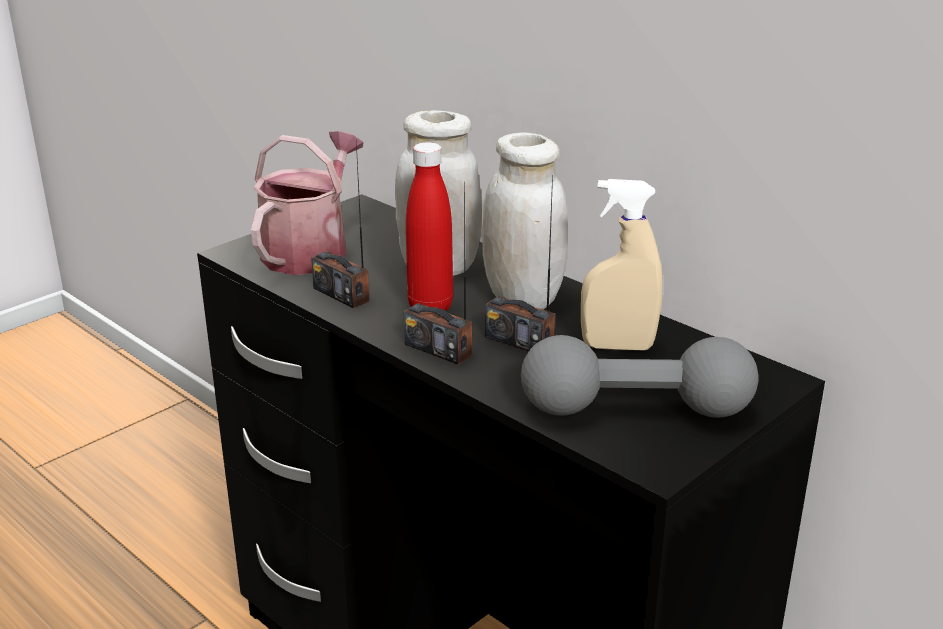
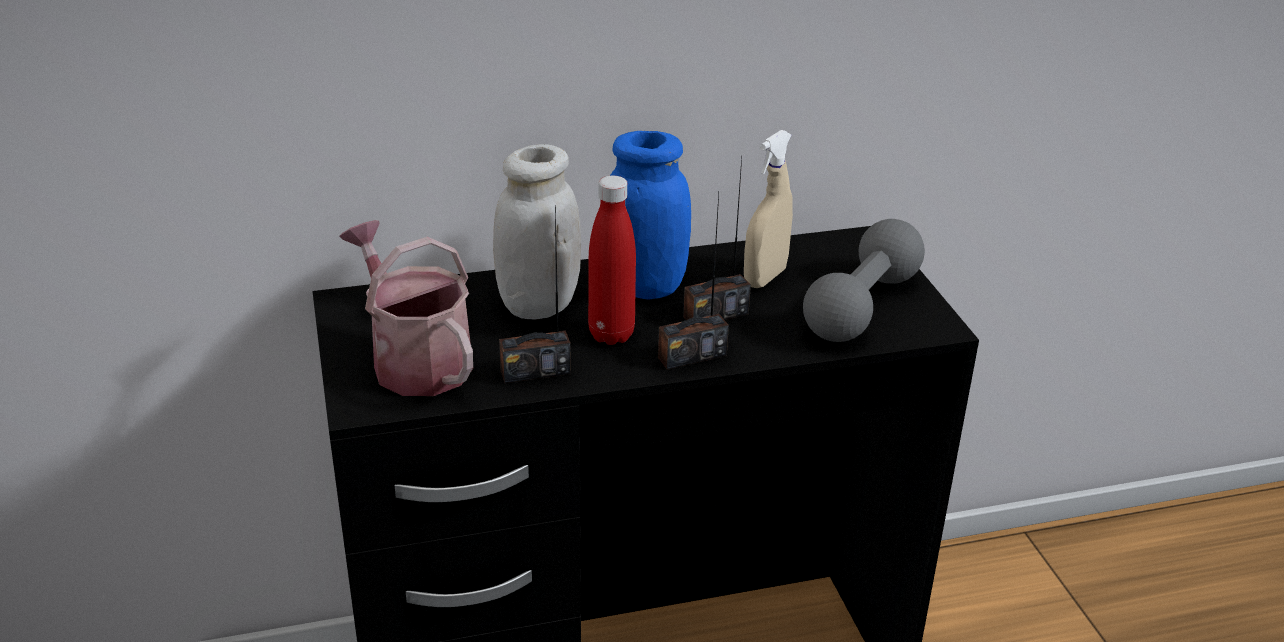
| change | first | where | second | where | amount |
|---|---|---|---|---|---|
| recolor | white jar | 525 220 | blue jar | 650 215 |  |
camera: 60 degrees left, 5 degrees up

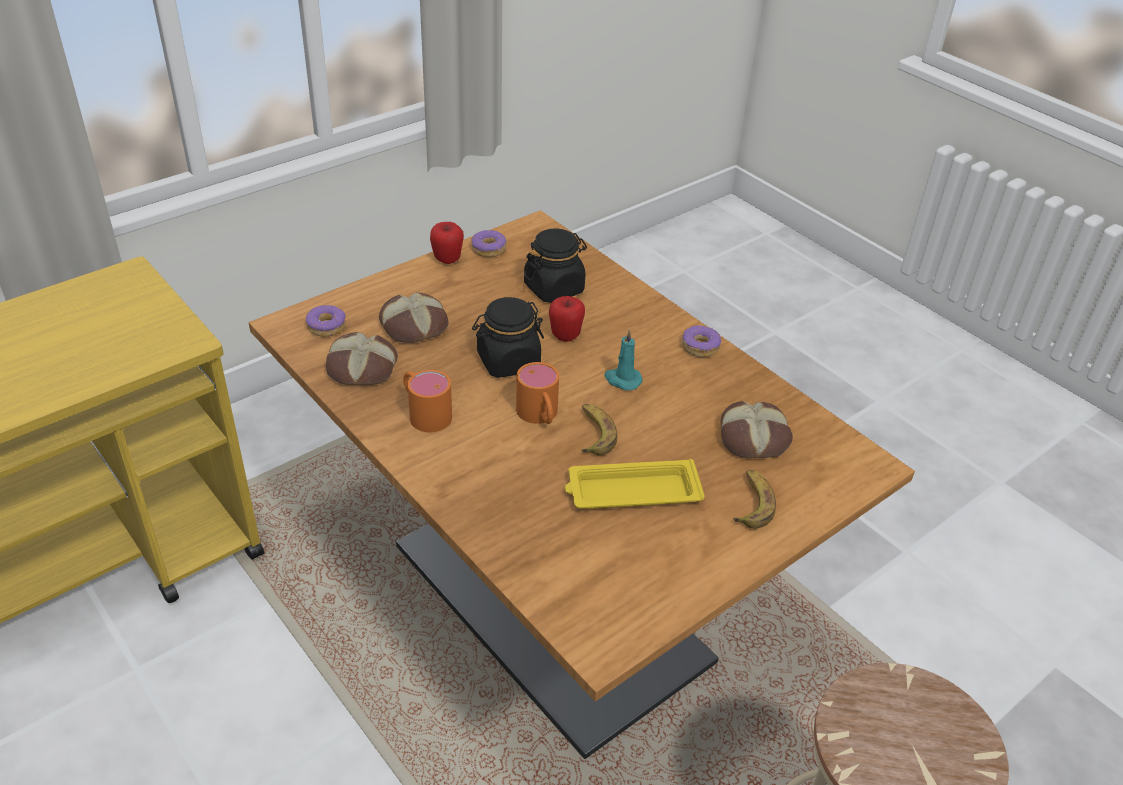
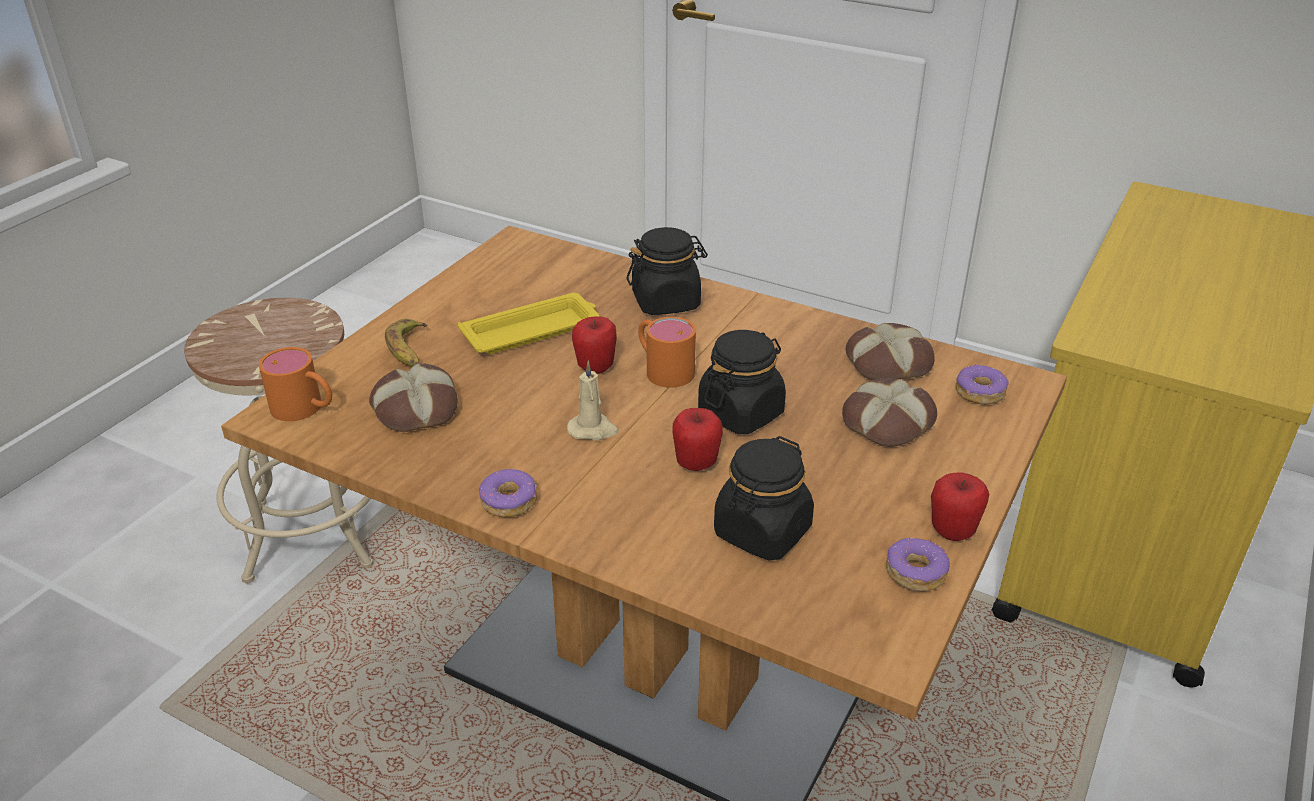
| change | first | where | second | where | amount |
|---|---|---|---|---|---|
| insert |  |  | black jar | 667 271 |  |
| move | orange mug | 427 401 |  | 295 384 |  |
| replace | banana | 599 430 | apple | 594 345 |  |
| recolor | turquoise candle | 623 359 | beige candle | 593 400 |  |
camera: 160 degrees right, 5 degrees down

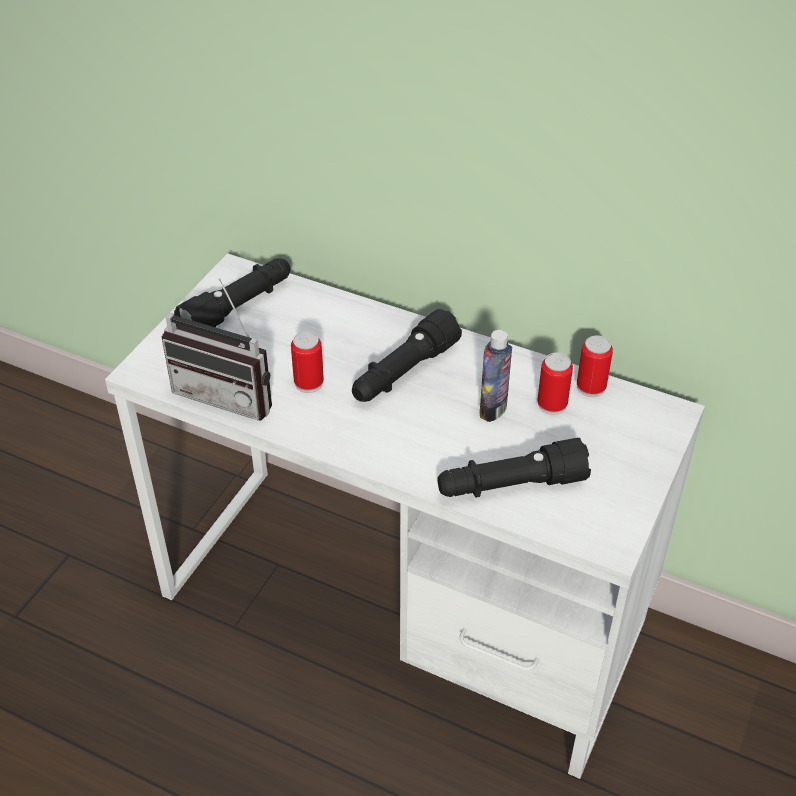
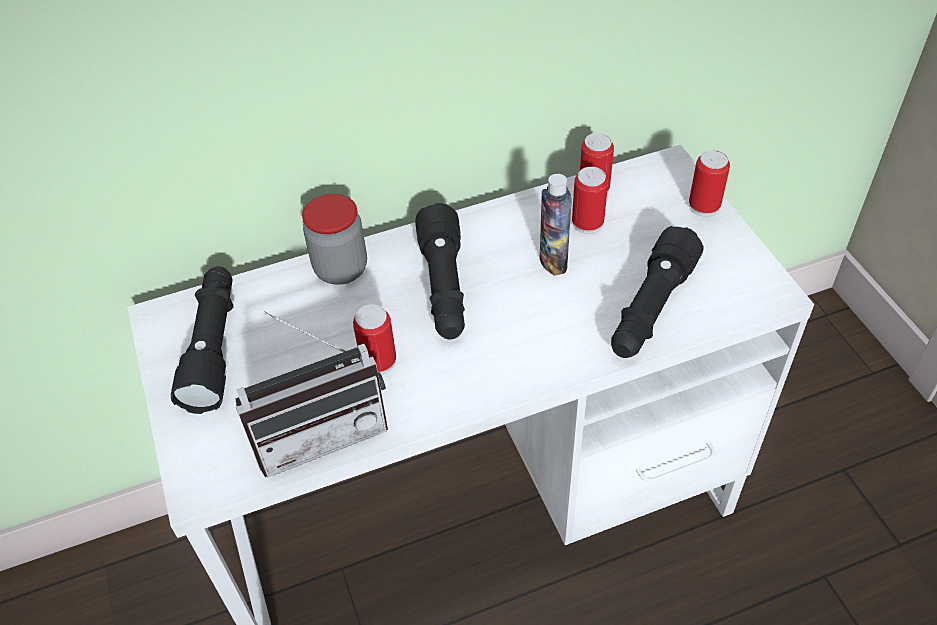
| change | first | where | second | where | amount |
|---|---|---|---|---|---|
| insert |  |  | jar | 334 239 |  |
| insert |  |  | can | 709 183 |  |
camera: 45 degrees left, 5 degrees up

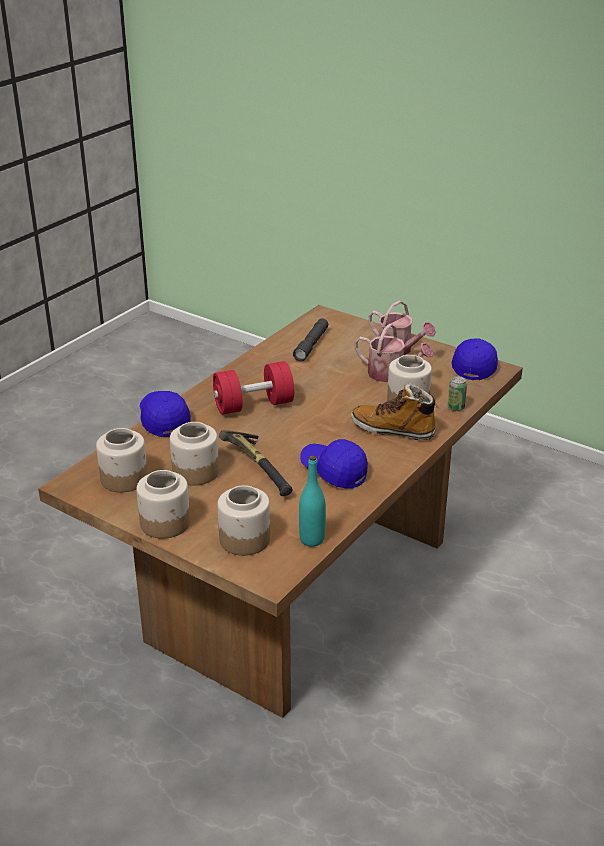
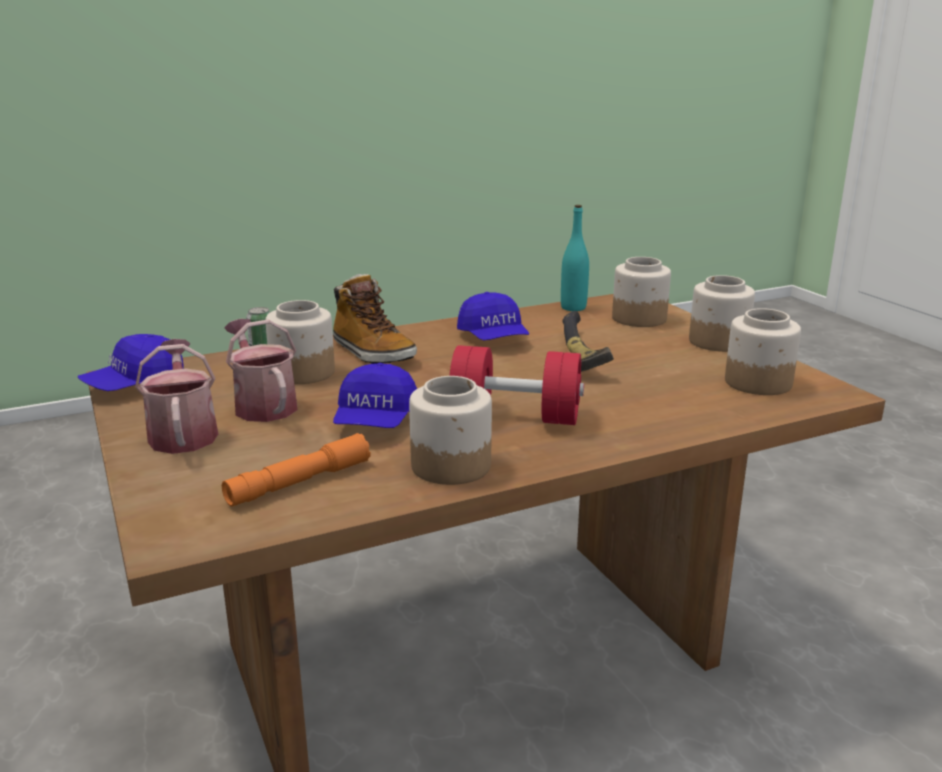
| change | first | where | second | where | amount |
|---|---|---|---|---|---|
| move | blue cap | 165 414 |  | 375 395 |  |
| move | jar | 194 454 |  | 450 430 |  |
| recolor | grey flashlight | 310 340 | orange flashlight | 296 470 |  |
camera: 150 degrees left, 10 degrees down

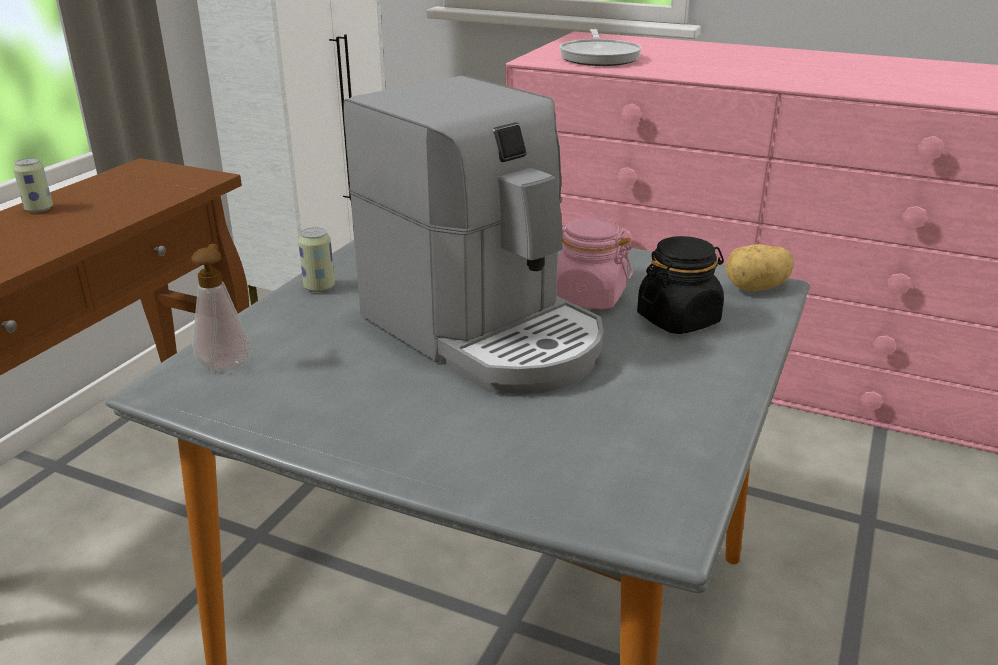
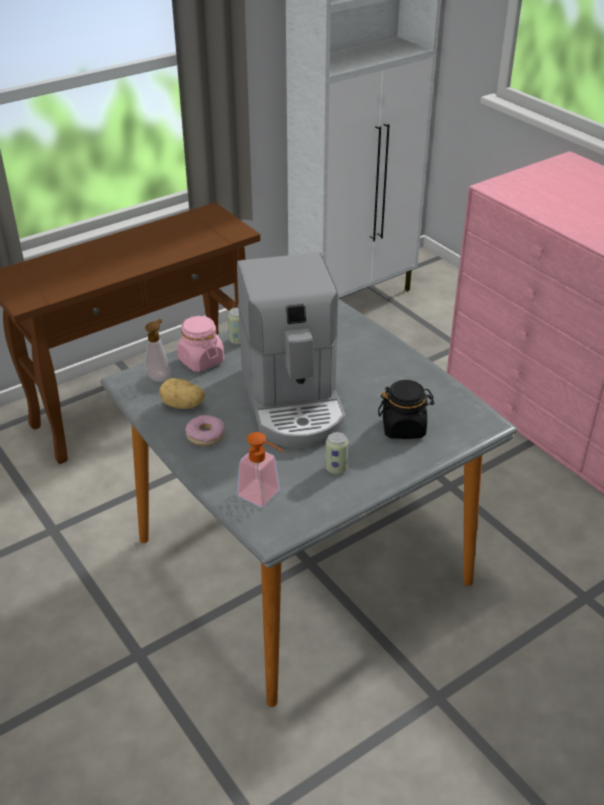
| change | first | where | second | where | amount |
|---|---|---|---|---|---|
| delete | frying pan | 600 47 |  |  |  |
| insert |  |  | donut | 205 430 |  |
| insert |  |  | soap dispenser | 260 469 |  |
| move | can | 33 185 |  | 336 453 |  |
| move | pink jar | 595 263 |  | 200 344 |  |
| move | potato | 759 267 |  | 182 393 |  |
camera: 30 degrees right, 10 degrees up

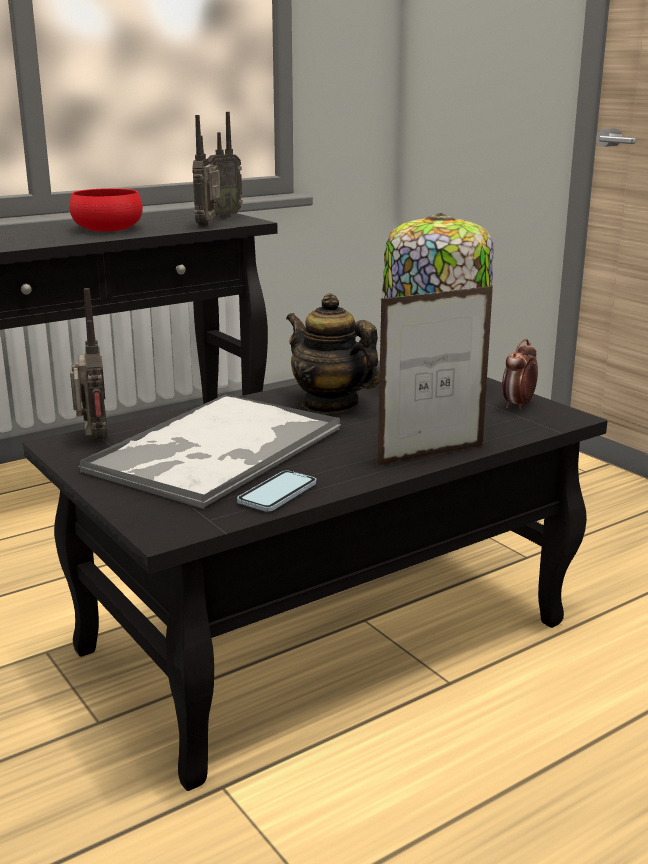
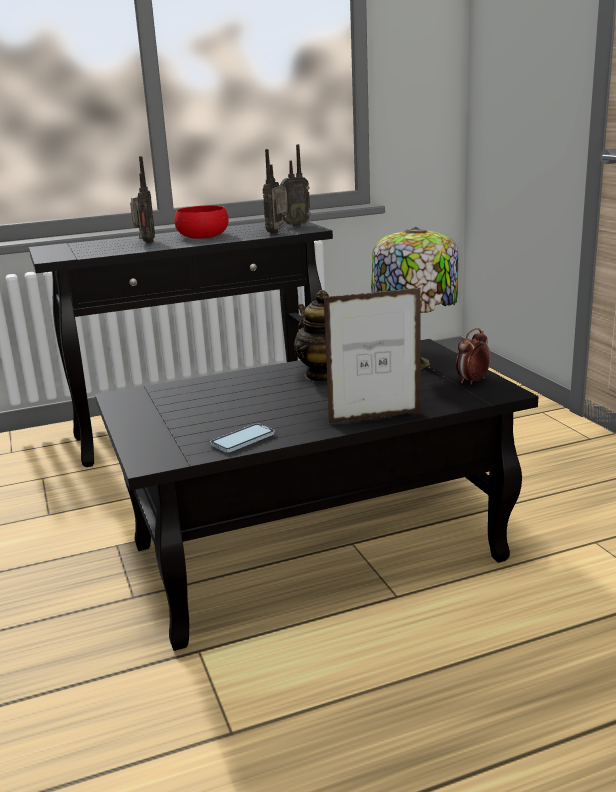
| change | first | where | second | where | amount |
|---|---|---|---|---|---|
| delete | tray | 209 451 |  |  |  |
| move | radio | 88 364 |  | 142 199 |  |
camera: 15 degrees right, 0 degrees up

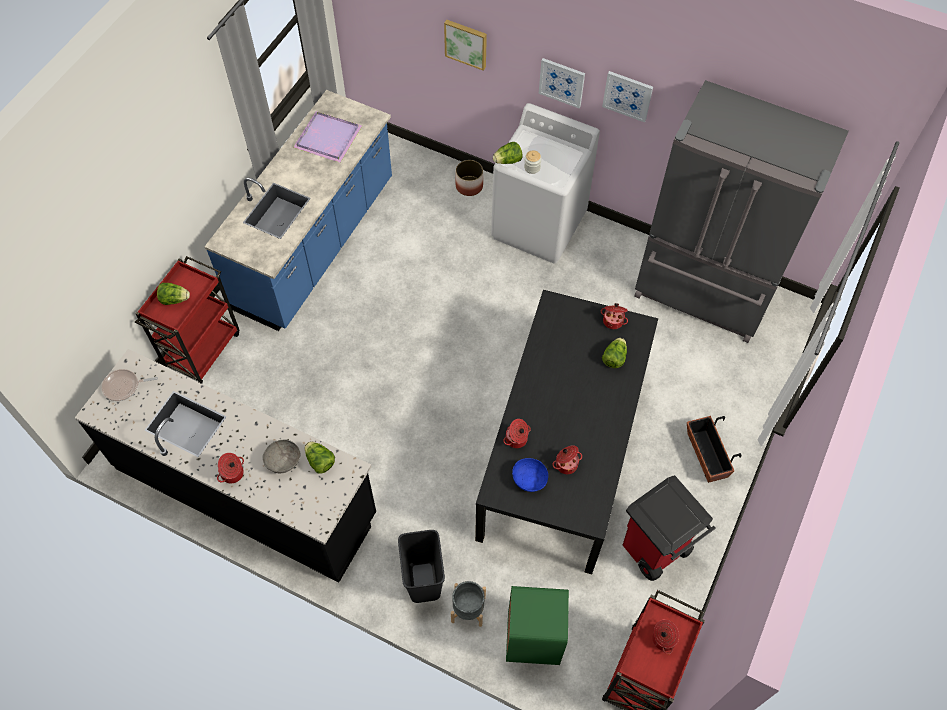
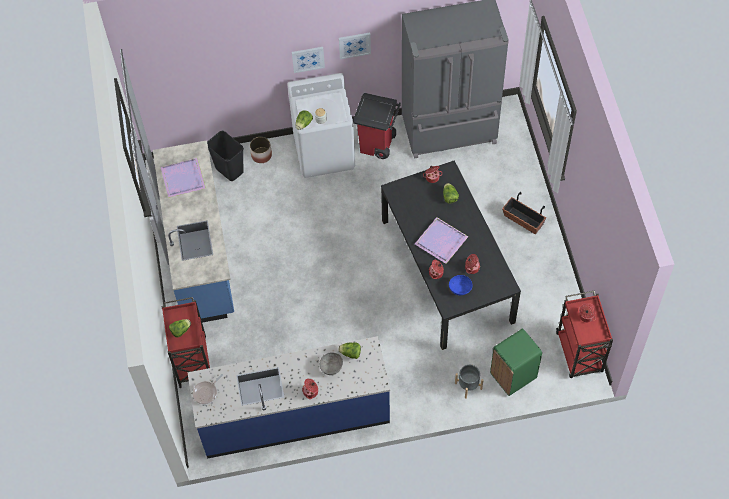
| change | first | where | second | where | amount |
|---|---|---|---|---|---|
| delete | picture | 465 45 |  |  |  |
| insert |  |  | purple tray | 441 240 |  |
| move | black trash can | 421 566 |  | 225 156 |  |
| move | red trash can | 669 528 |  | 377 126 |  |
| recolor | black counter | 225 465 | blue counter | 288 397 |  |
camera: 35 degrees left, 0 degrees up

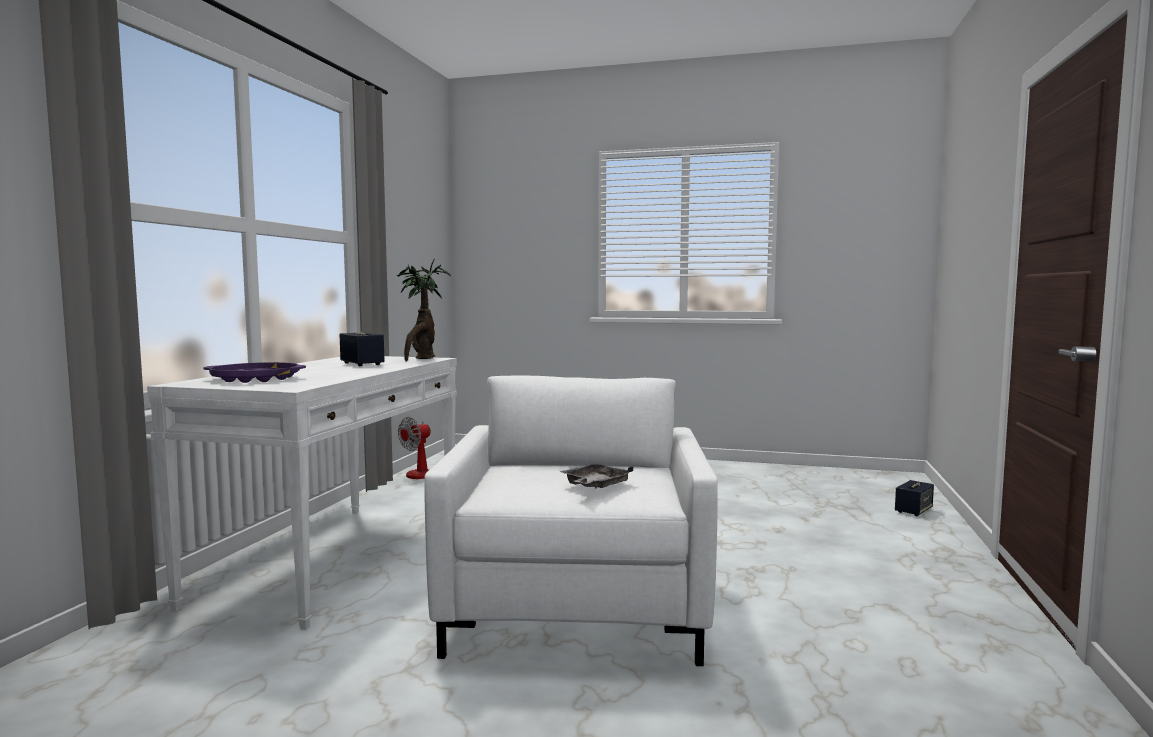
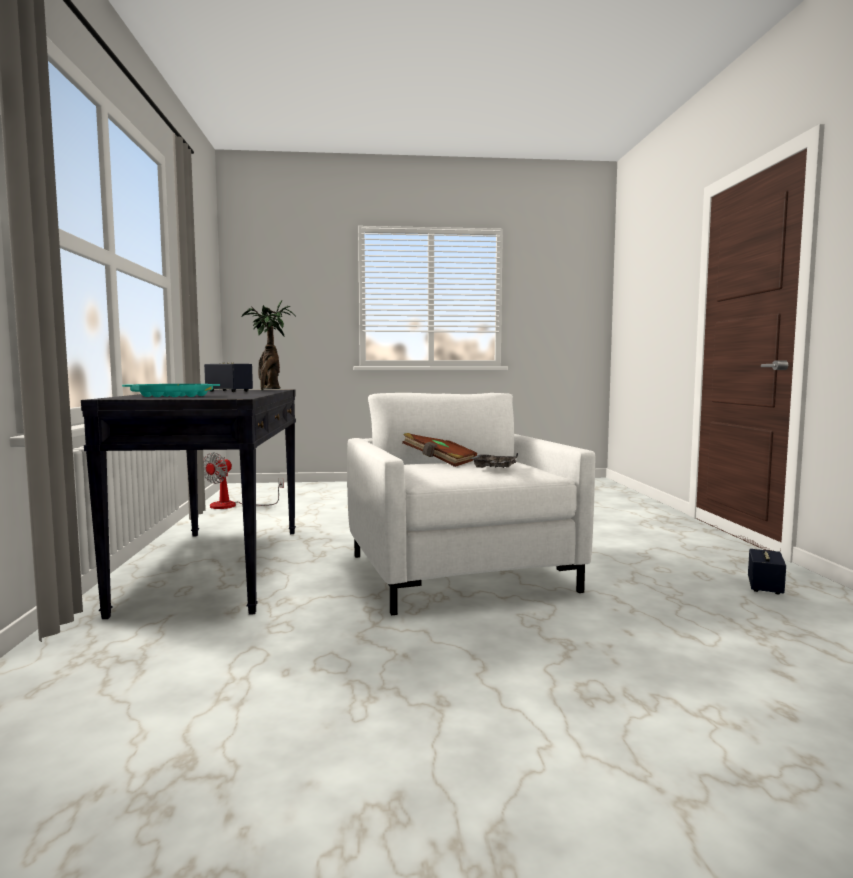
| change | first | where | second | where | amount |
|---|---|---|---|---|---|
| insert |  |  | brown book | 439 450 |  |
| move | speaker | 914 498 |  | 767 572 |  |
| recolor | white console table | 302 493 | black console table | 188 504 |  |
| recolor | purple tray | 255 372 | turquoise tray | 171 390 |  |
camera: 20 degrees left, 0 degrees up

